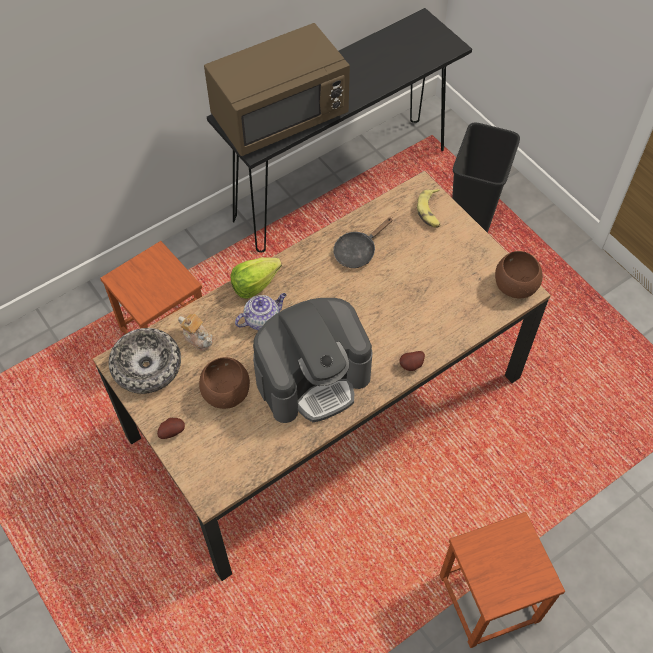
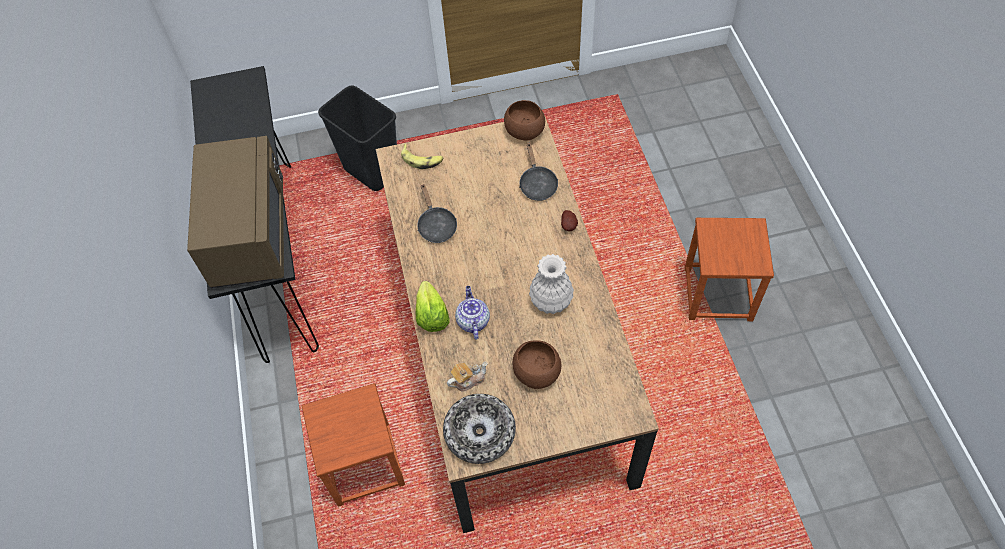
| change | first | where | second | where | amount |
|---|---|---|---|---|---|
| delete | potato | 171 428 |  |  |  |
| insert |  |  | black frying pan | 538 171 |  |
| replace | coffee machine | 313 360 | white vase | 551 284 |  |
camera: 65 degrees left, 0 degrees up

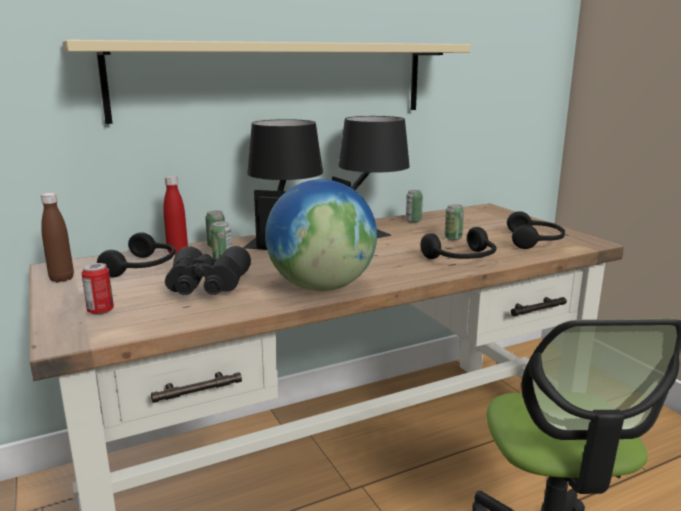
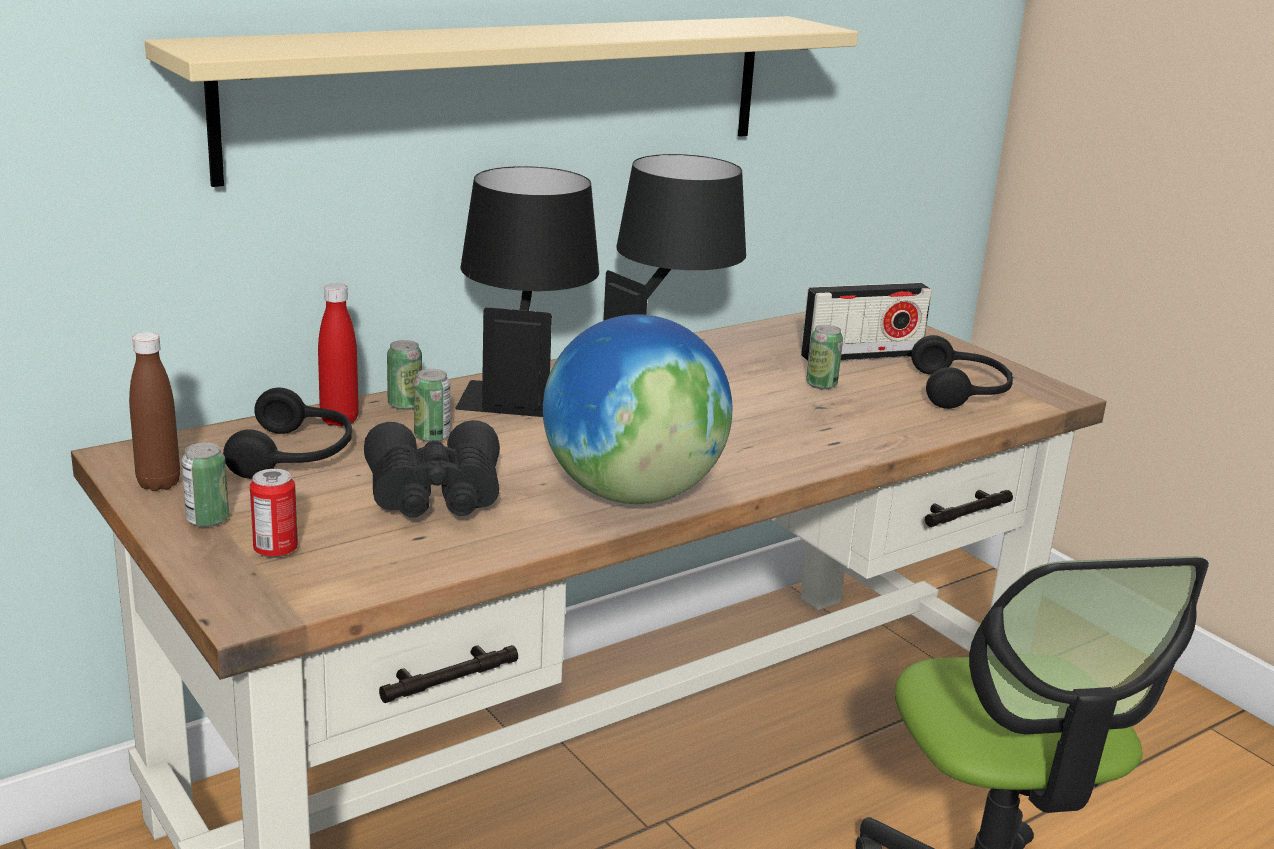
| change | first | where | second | where | amount |
|---|---|---|---|---|---|
| delete | black headphones | 458 243 |  |  |  |
| insert |  |  | radio | 866 321 |  |
| move | can | 414 206 |  | 205 484 |  |
camera: 10 degrees left, 5 degrees up

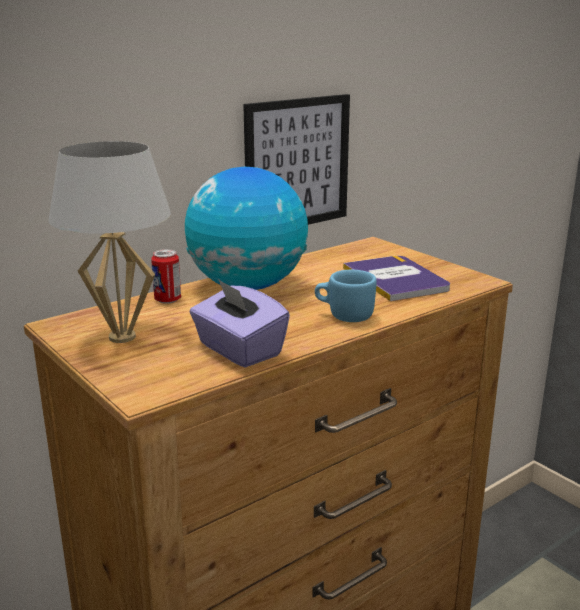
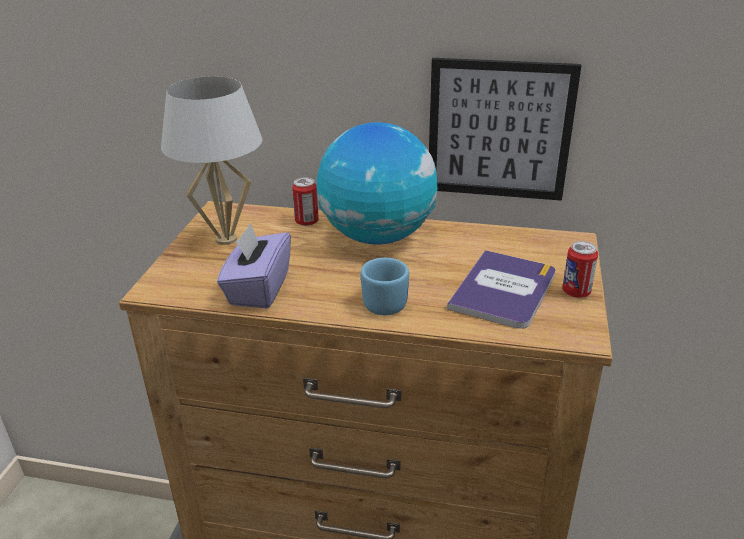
| change | first | where | second | where | amount |
|---|---|---|---|---|---|
| insert |  |  | can | 580 269 |  |
camera: 50 degrees right, 10 degrees up

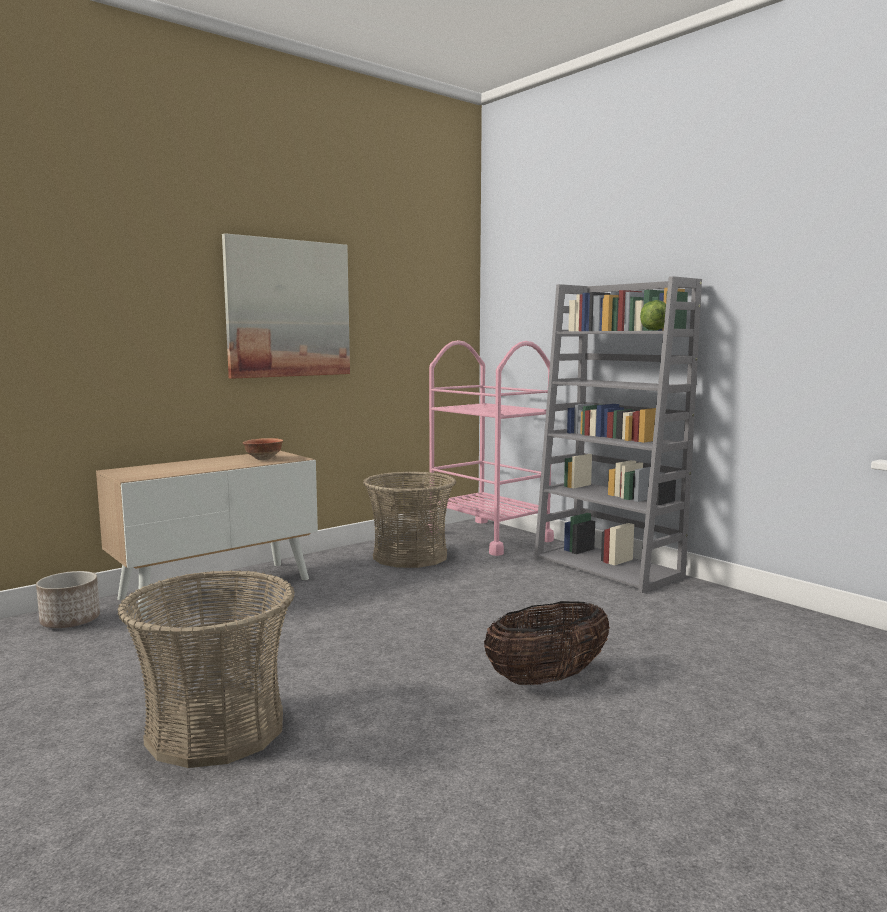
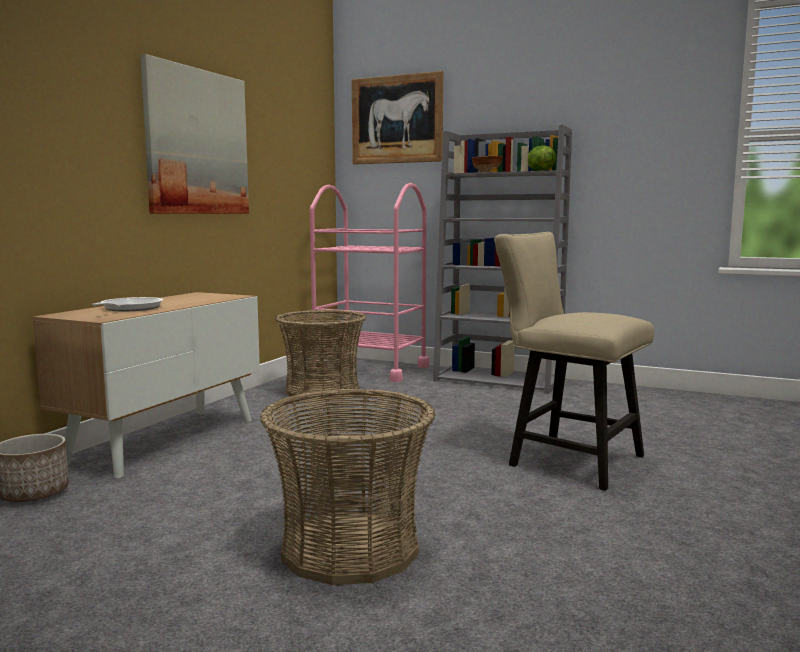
| change | first | where | second | where | amount |
|---|---|---|---|---|---|
| insert |  |  | frying pan | 127 304 |  |
| insert |  |  | picture | 397 118 |  |
| move | bowl | 263 449 |  | 487 164 |  |
| replace | basket | 547 643 | beige chair | 574 361 |  |
camera: 25 degrees left, 0 degrees up

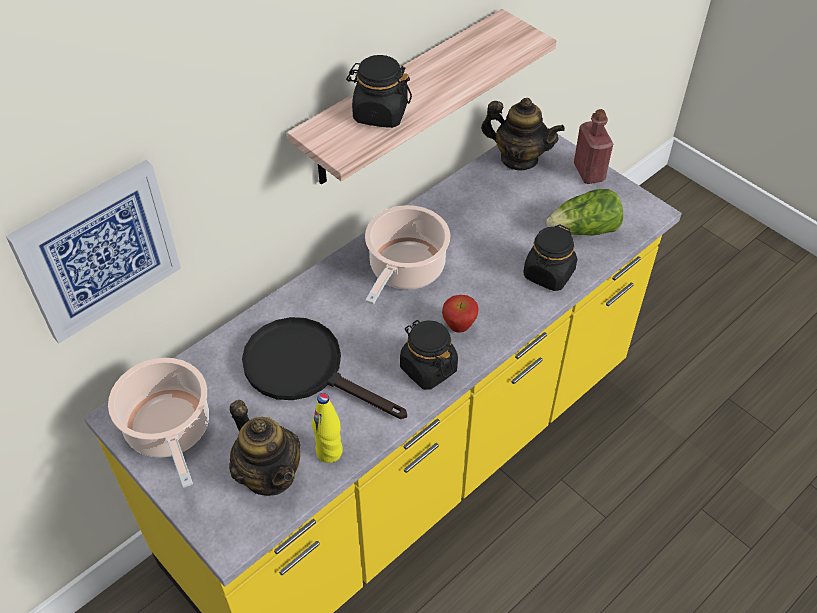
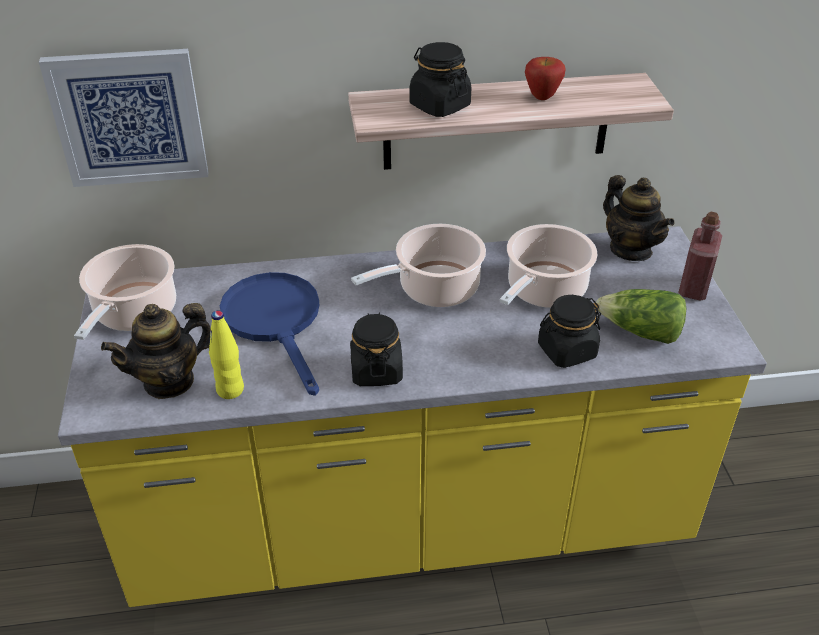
| change | first | where | second | where | amount |
|---|---|---|---|---|---|
| insert |  |  | cooking pot | 549 266 |  |
| move | apple | 460 314 |  | 545 78 |  |
| recolor | black frying pan | 324 368 | blue frying pan | 269 334 |  |
| rotate | teapot | 264 448 |  | 156 351 | 60 degrees clockwise |
camera: 35 degrees right, 10 degrees down

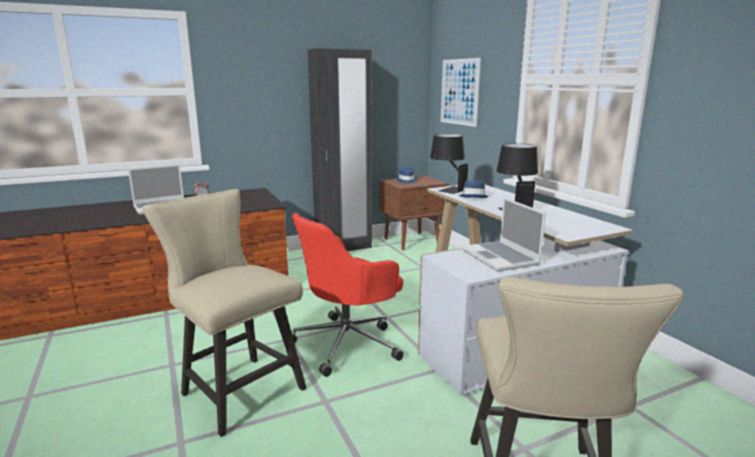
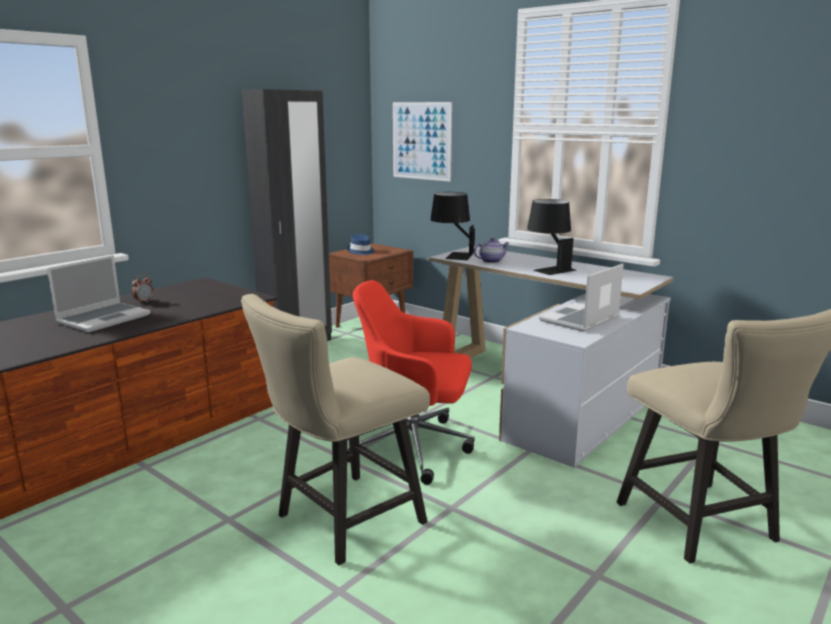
| change | first | where | second | where | amount |
|---|---|---|---|---|---|
| replace | blue hat | 473 189 | teapot | 491 250 |  |
| rotate | beige chair | 224 313 |  | 335 429 | 60 degrees counterclockwise |
| rotate | red office chair | 348 295 |  | 411 382 | 75 degrees clockwise |
| rotate | laptop | 503 234 |  | 581 298 | 90 degrees clockwise |
camera: 25 degrees left, 0 degrees up

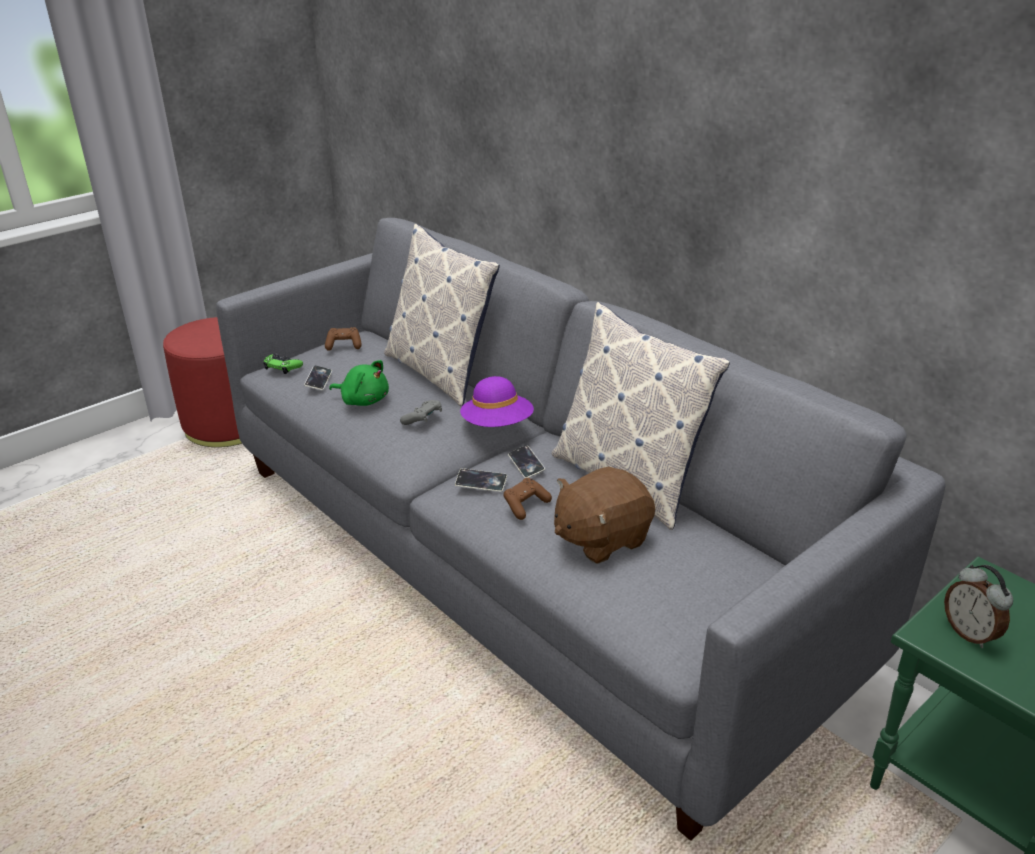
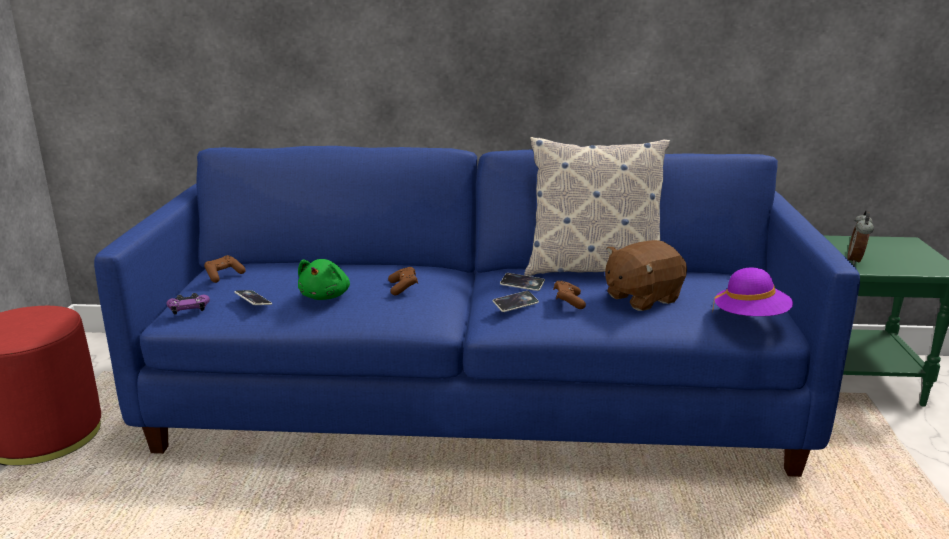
| change | first | where | second | where | amount |
|---|---|---|---|---|---|
| delete | pillow | 442 315 |  |  |  |
| move | purple hat | 497 401 |  | 752 292 |  |
| recolor | grey sofa | 581 529 | blue sofa | 477 311 |  |
| recolor | green game controller | 283 363 | purple game controller | 188 304 |  |
| recolor | grey game controller | 421 412 | brown game controller | 403 281 |  |
| rotate | green plush toy | 359 383 |  | 324 279 | 120 degrees clockwise |
| rotate | brown plush toy | 604 515 |  | 646 275 | 45 degrees clockwise |
| rotate | alarm clock | 978 606 |  | 860 238 | 90 degrees clockwise |
camera: 45 degrees left, 10 degrees down

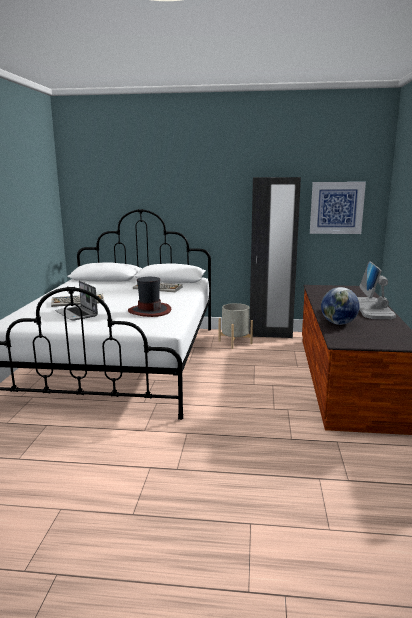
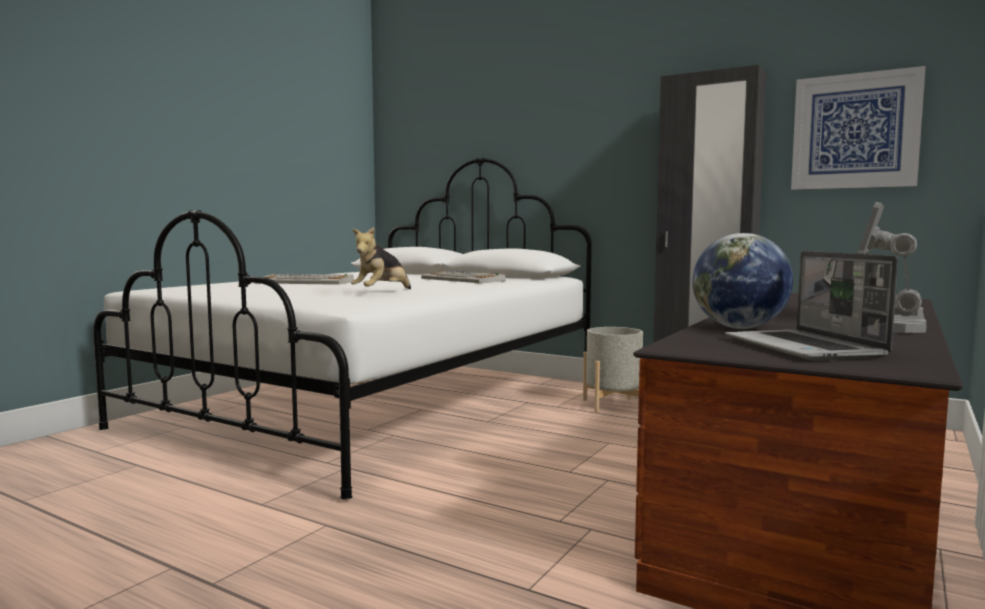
| change | first | where | second | where | amount |
|---|---|---|---|---|---|
| move | laptop | 76 301 |  | 811 305 |  |
| replace | hat | 149 297 | plush toy | 381 258 |  |
camera: 25 degrees right, 10 degrees down

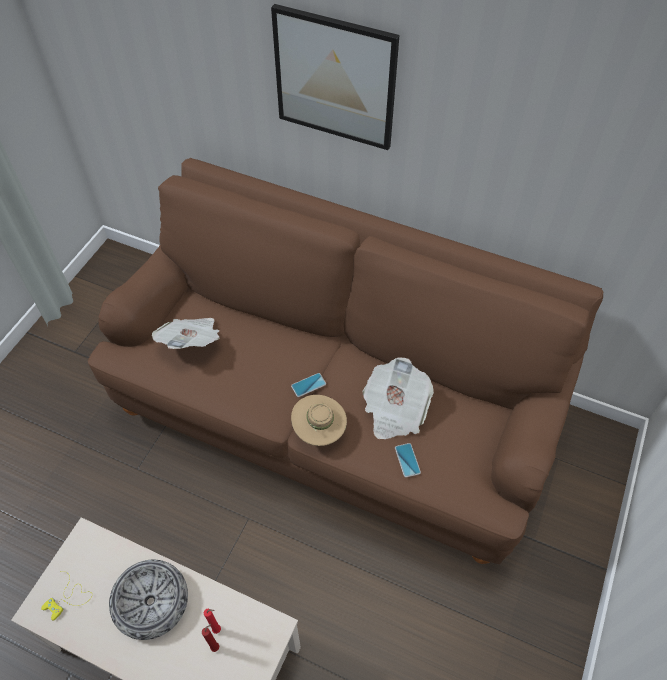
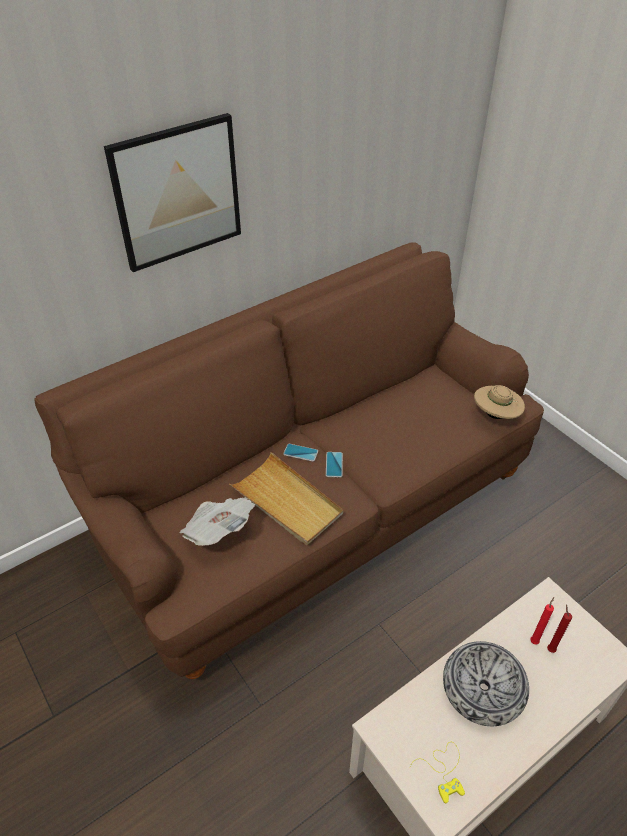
| change | first | where | second | where | amount |
|---|---|---|---|---|---|
| delete | newspaper | 398 398 |  |  |  |
| insert |  |  | beige tray | 286 498 |  |
| move | beige hat | 319 420 |  | 499 402 |  |
| move | phone | 408 460 |  | 300 453 |  |
camera: 60 degrees left, 10 degrees down

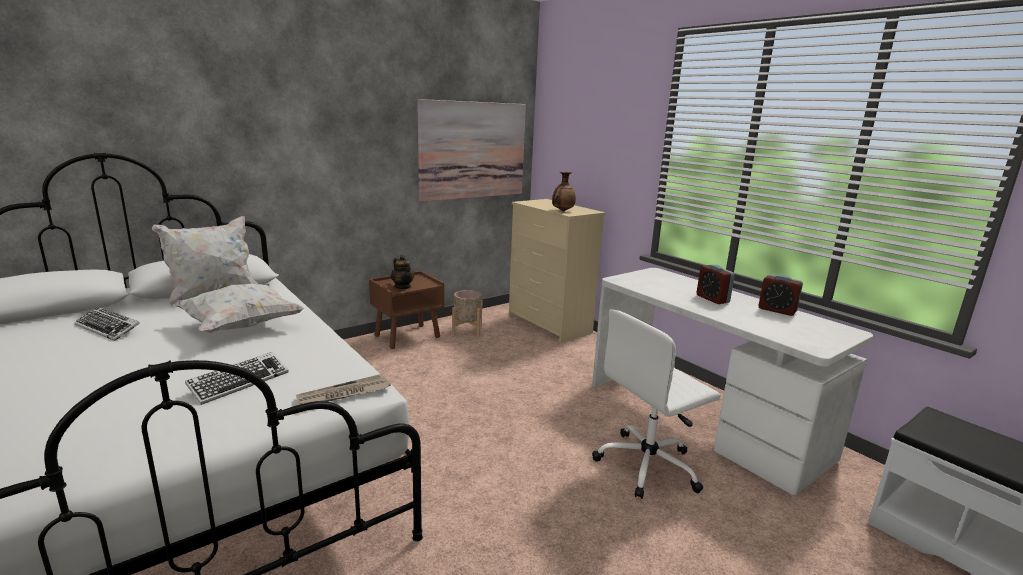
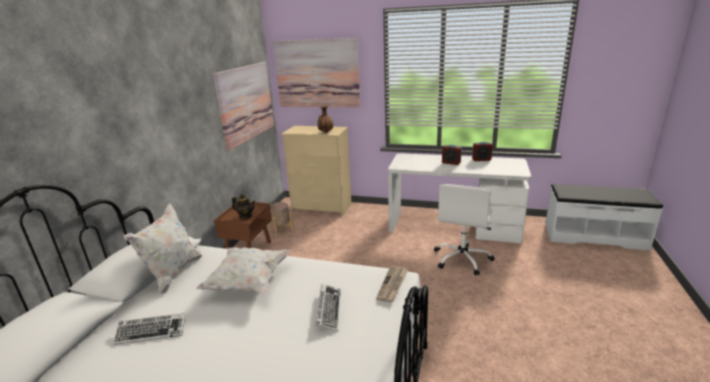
| change | first | where | second | where | amount |
|---|---|---|---|---|---|
| insert |  |  | picture | 316 72 |  |
camera: 35 degrees left, 5 degrees up

